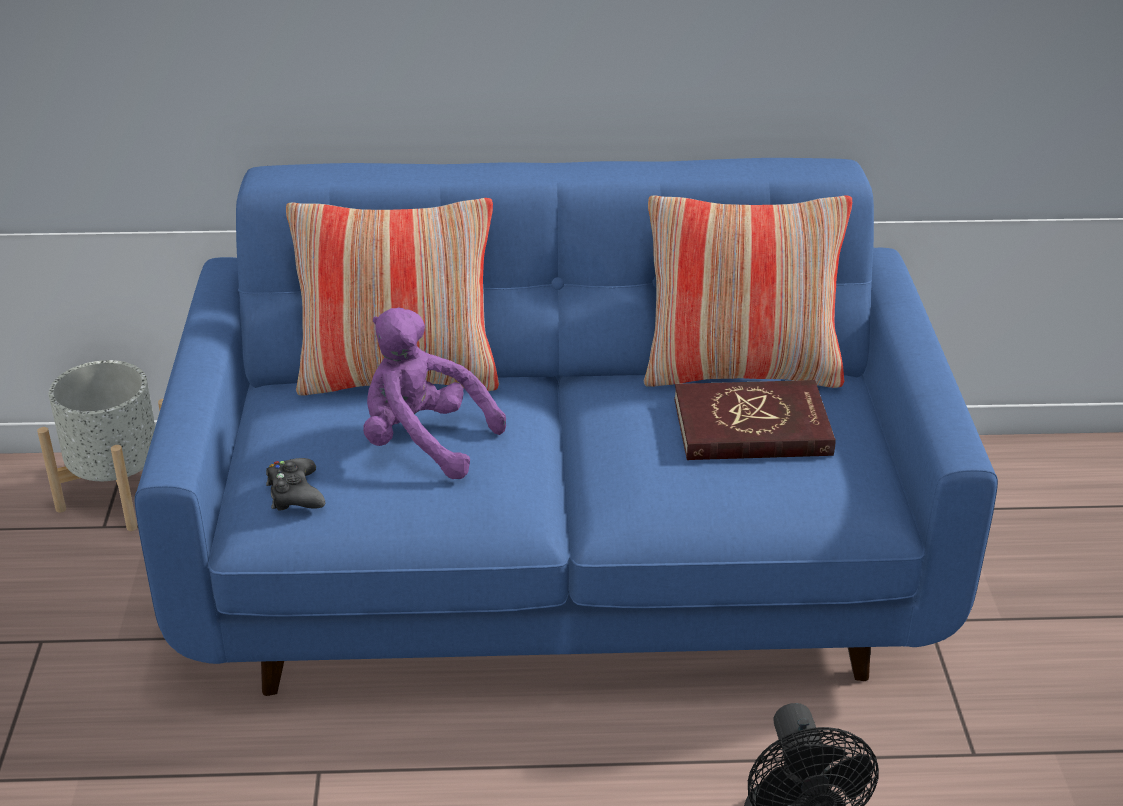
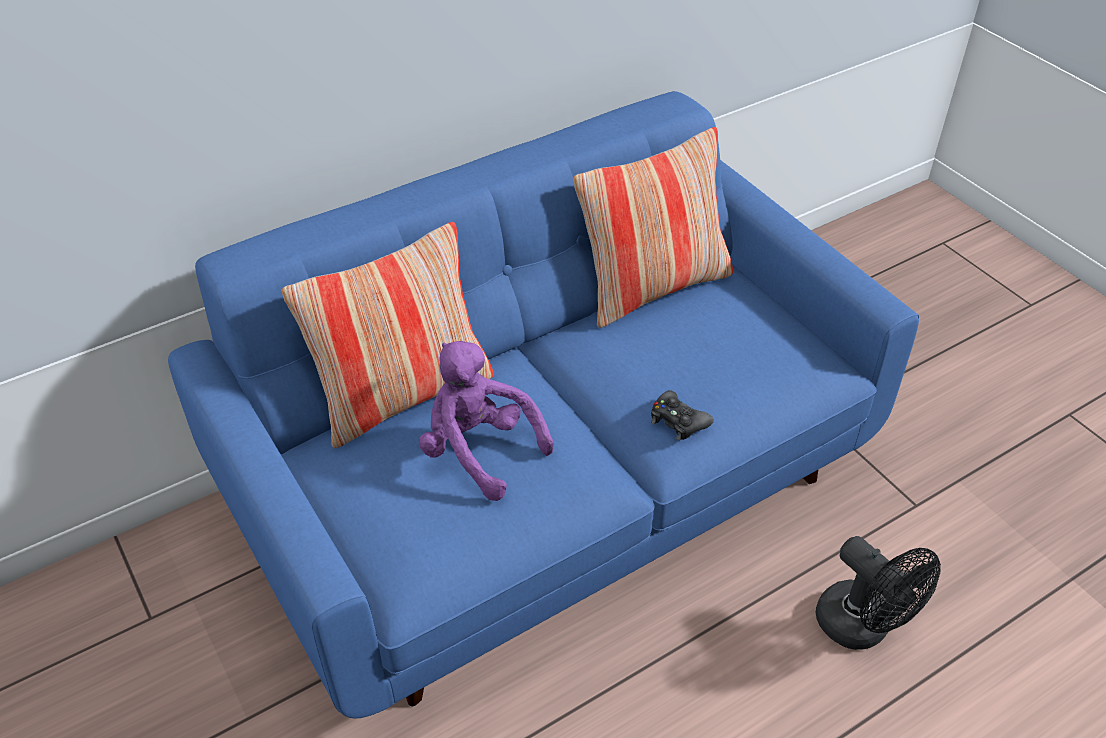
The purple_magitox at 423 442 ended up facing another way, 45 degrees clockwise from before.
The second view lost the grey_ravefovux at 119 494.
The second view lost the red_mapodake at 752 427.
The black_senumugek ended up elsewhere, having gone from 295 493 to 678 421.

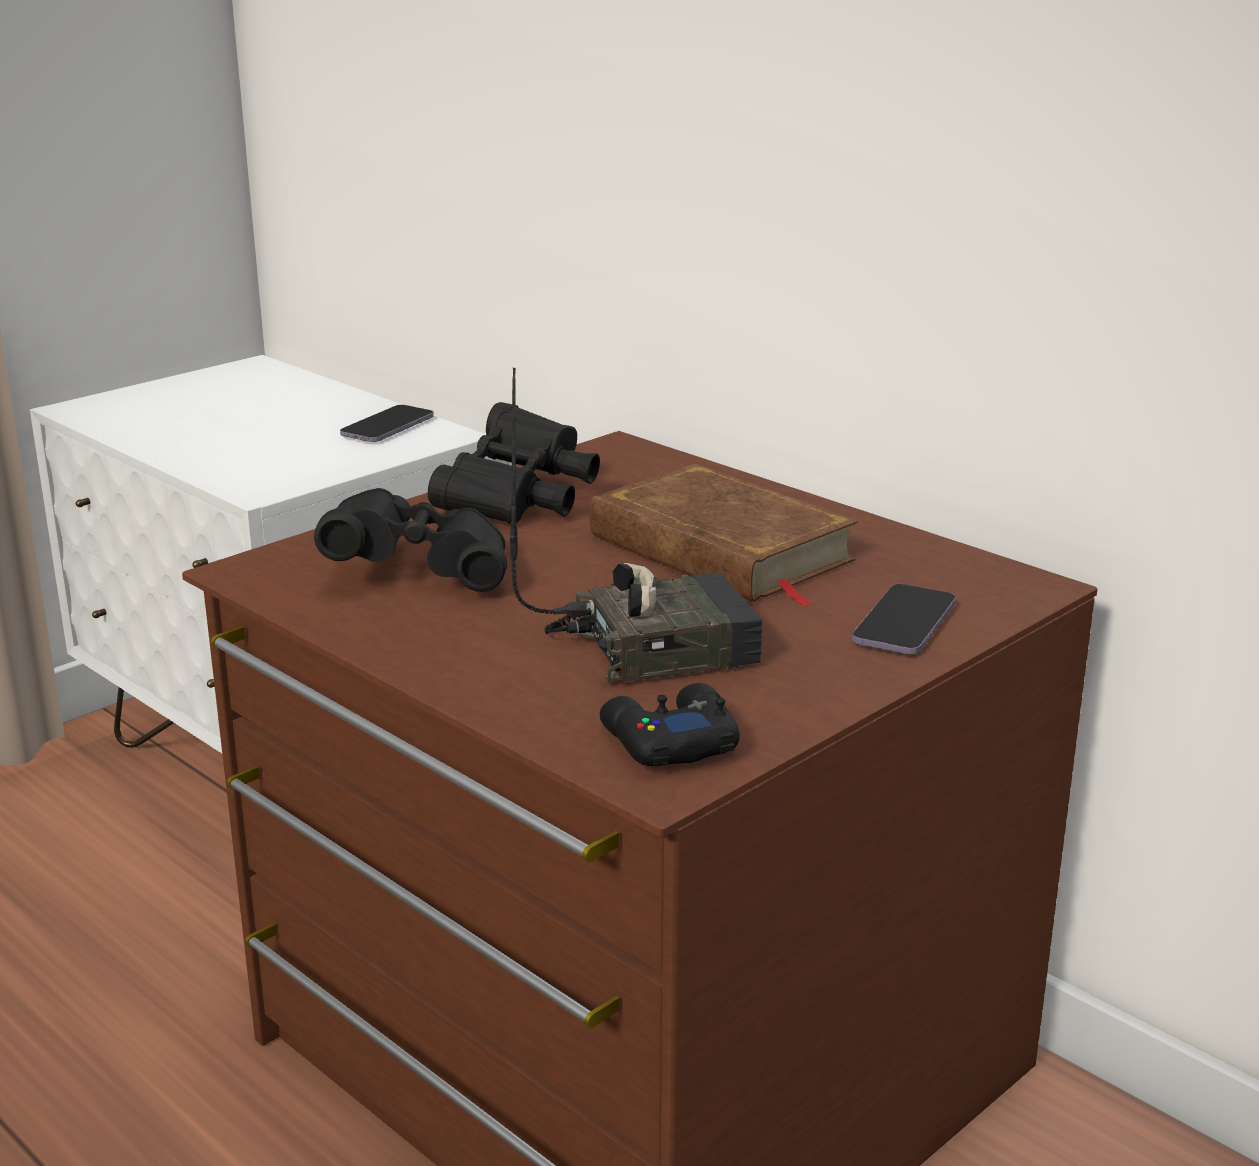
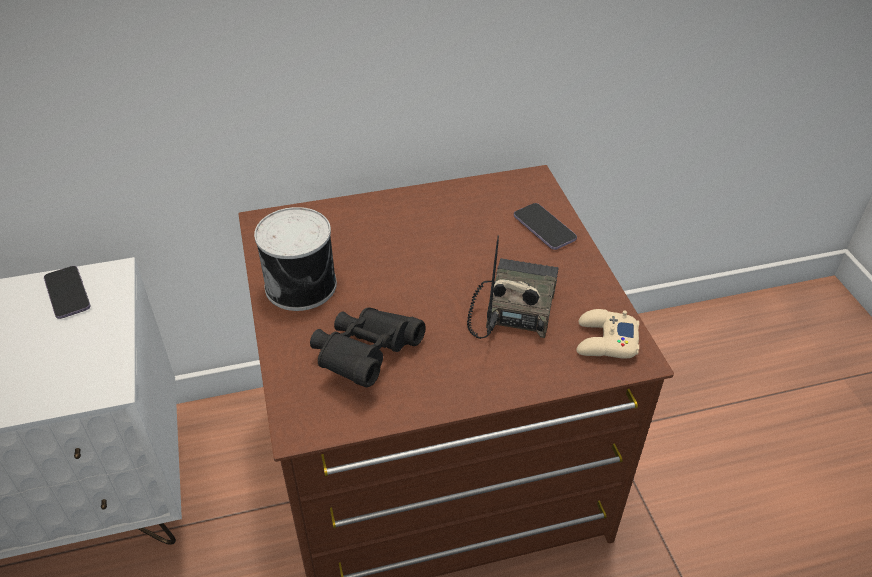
Where the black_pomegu stood at 519 500, the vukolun came to stand at 303 285.
The second view lost the brown_mapodake at 720 549.
What was the black_senumugek at 668 741 turned into the beige_senumugek at 605 341.

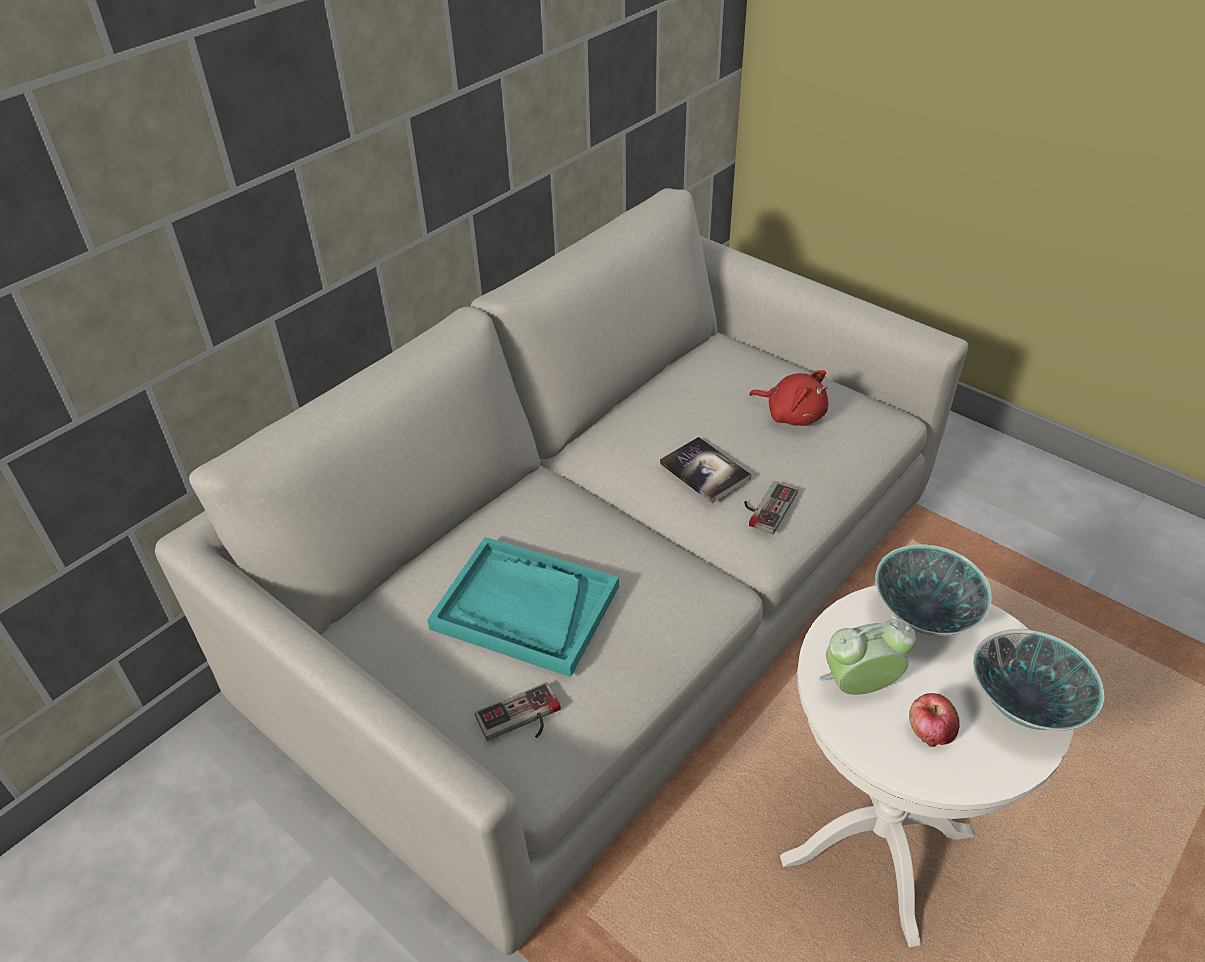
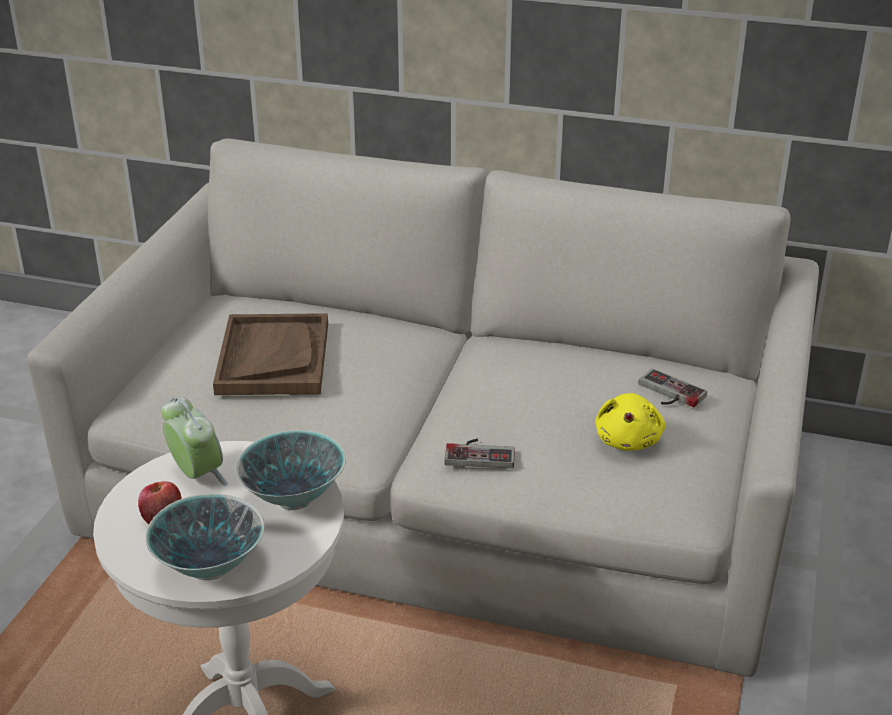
What was the red_magitox at 792 414 turned into the yellow_magitox at 628 440.
The second view lost the mapodake at 704 471.
What was the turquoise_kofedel at 525 608 turned into the brown_kofedel at 273 358.
The senumugek ended up elsewhere, having gone from 521 720 to 668 393.

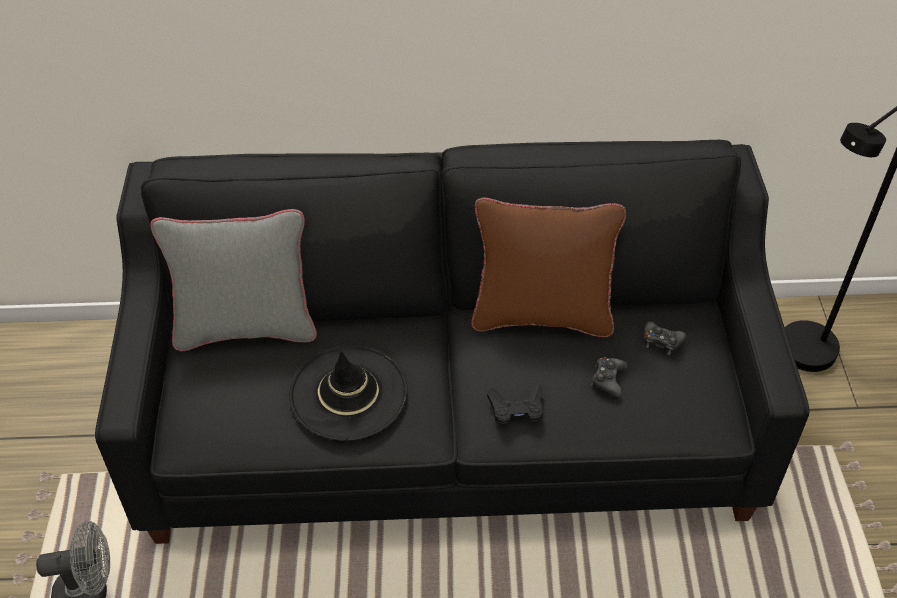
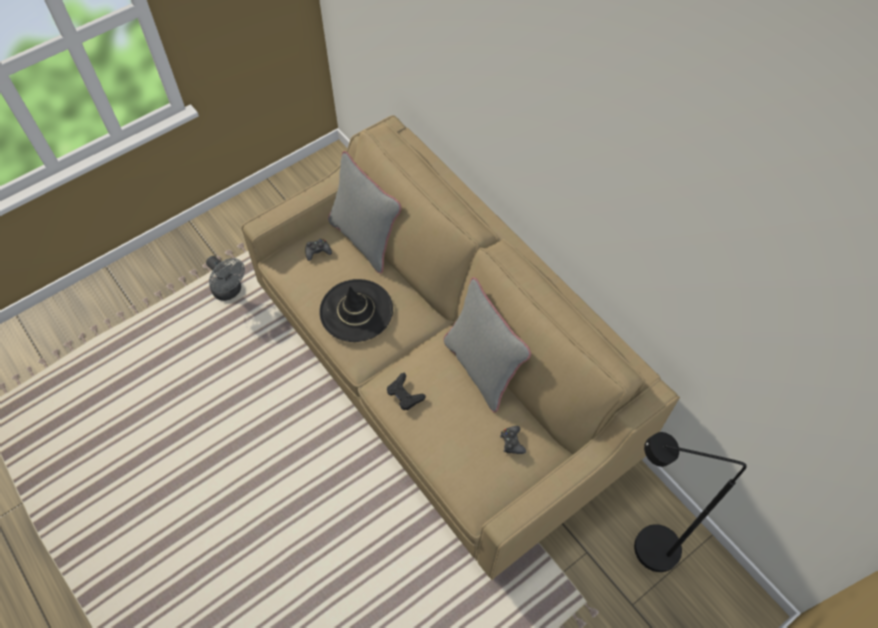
What was the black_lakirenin at 448 419 turned into the beige_lakirenin at 440 377.
What was the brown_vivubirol at 541 315 turned into the grey_vivubirol at 481 368.
The black_senumugek ended up elsewhere, having gone from 608 379 to 317 251.

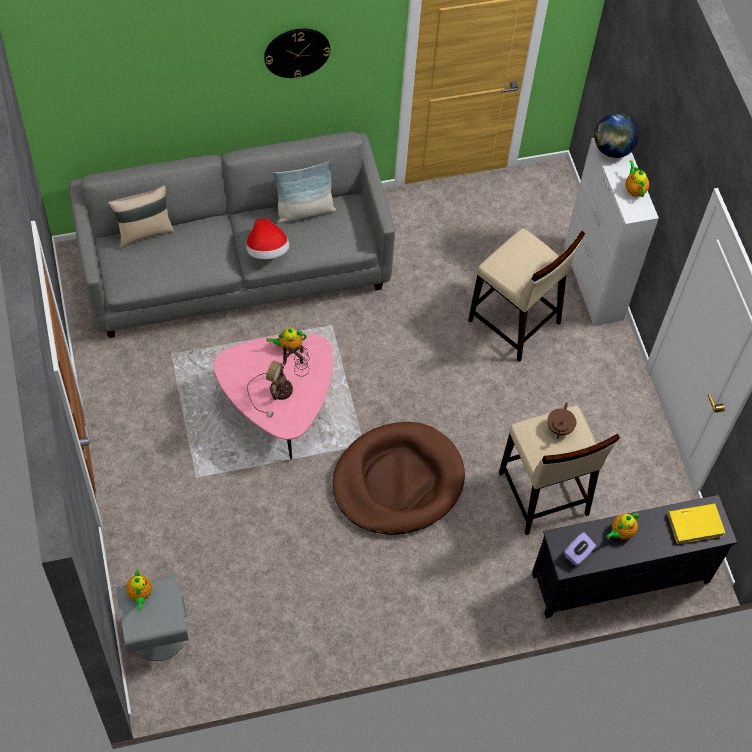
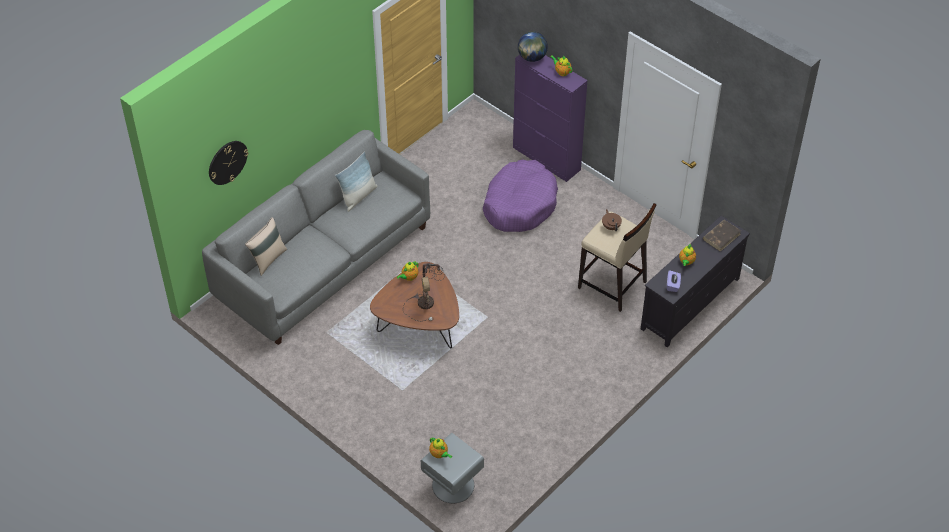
The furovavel ended up elsewhere, having gone from 297 52 to 227 162.
What was the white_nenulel at 593 283 turned into the purple_nenulel at 546 159.
The second view lost the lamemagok at 267 251.
Where the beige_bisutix stood at 514 323, the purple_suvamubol came to stand at 519 204.
What was the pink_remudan at 279 408 turned into the brown_remudan at 419 325.
The second view lost the brown_suvamubol at 398 481.
What was the yellow_mapodake at 695 524 turned into the brown_mapodake at 721 236.

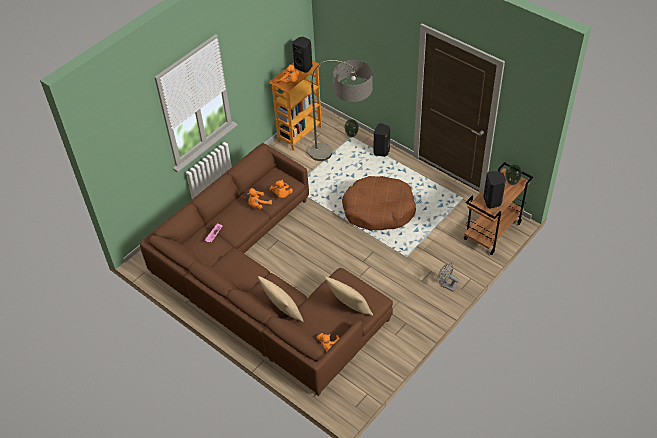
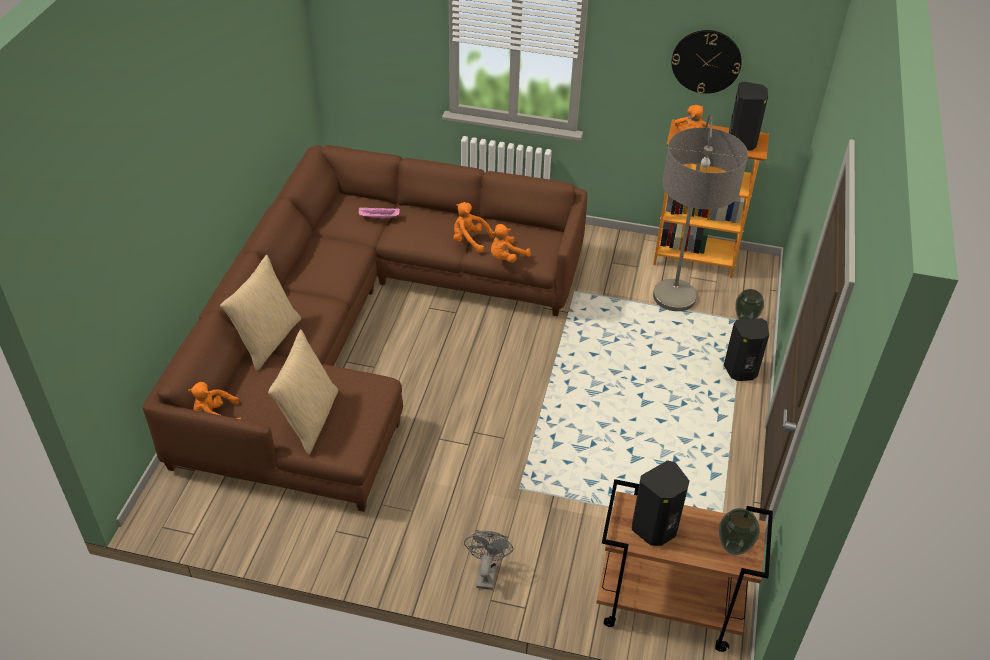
The second view lost the brown_suvamubol at 378 210.
The second view gained the furovavel at 706 61.

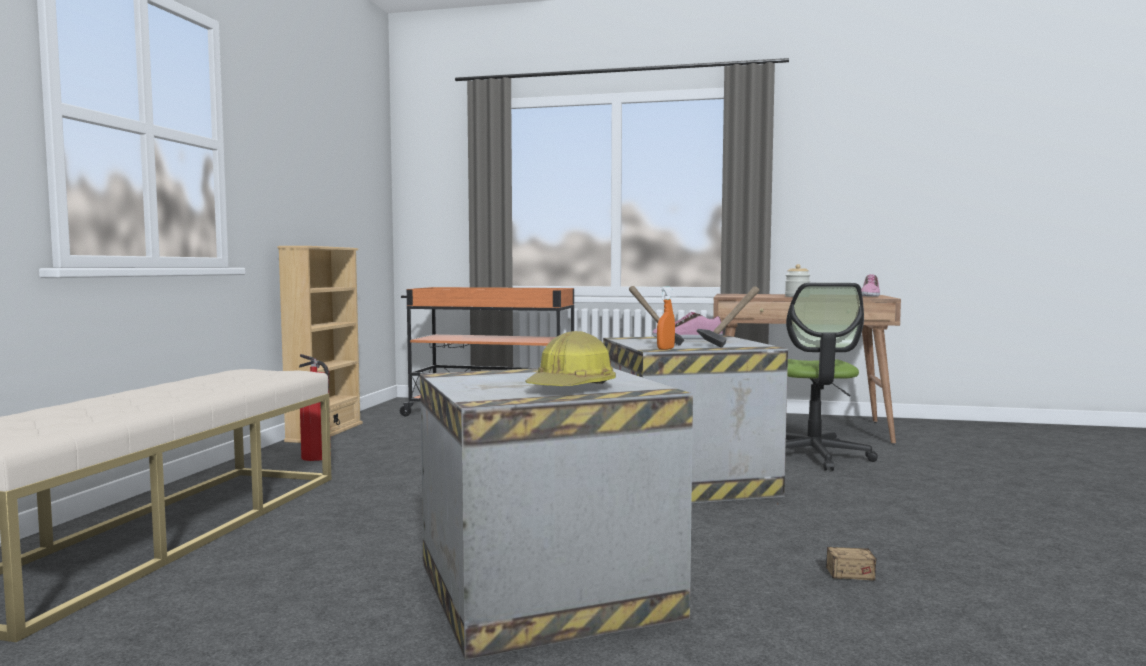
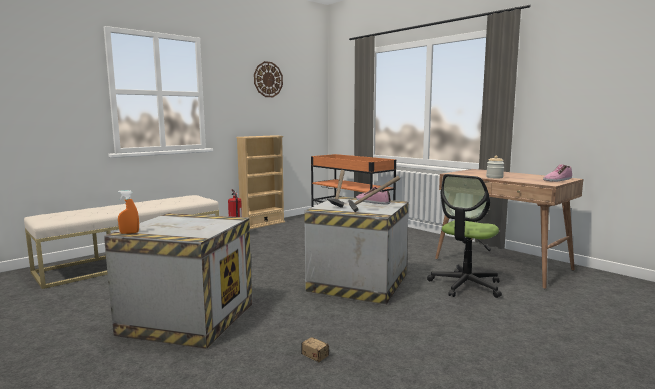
The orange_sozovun ended up elsewhere, having gone from 665 349 to 129 233.
The second view lost the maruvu at 571 388.
The second view gained the furovavel at 268 79.

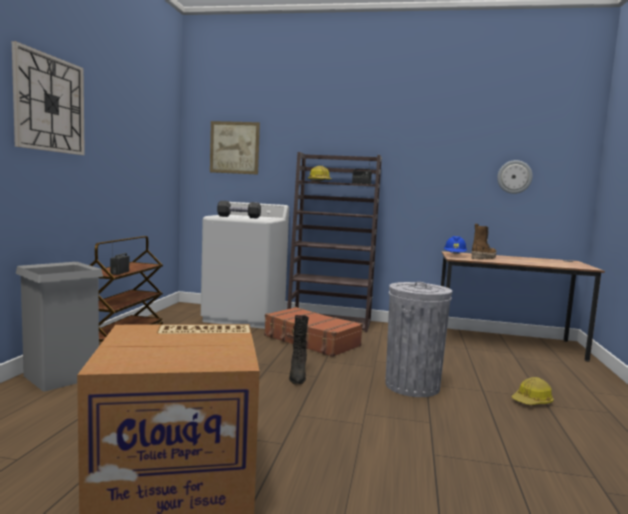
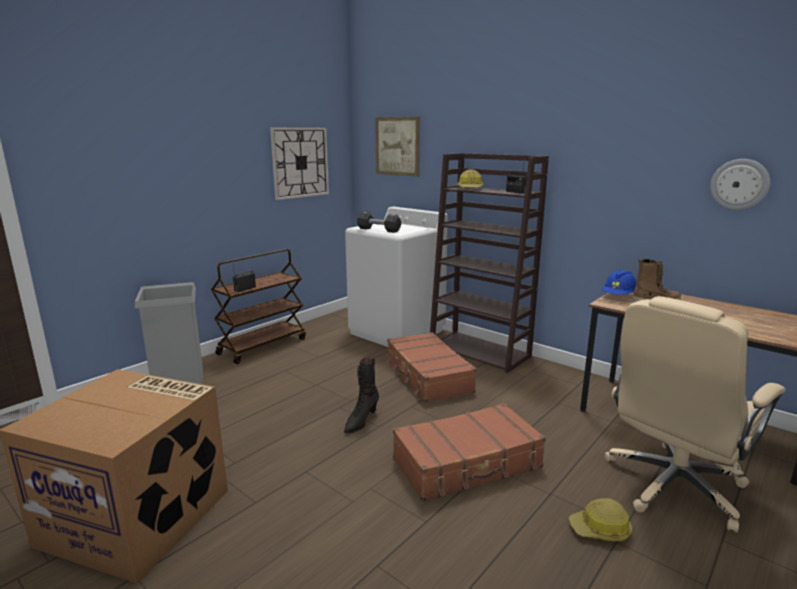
The furovavel ended up elsewhere, having gone from 50 104 to 300 162.
Where the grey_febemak stood at 412 385, the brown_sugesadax came to stand at 467 464.
The second view gained the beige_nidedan at 673 486.

